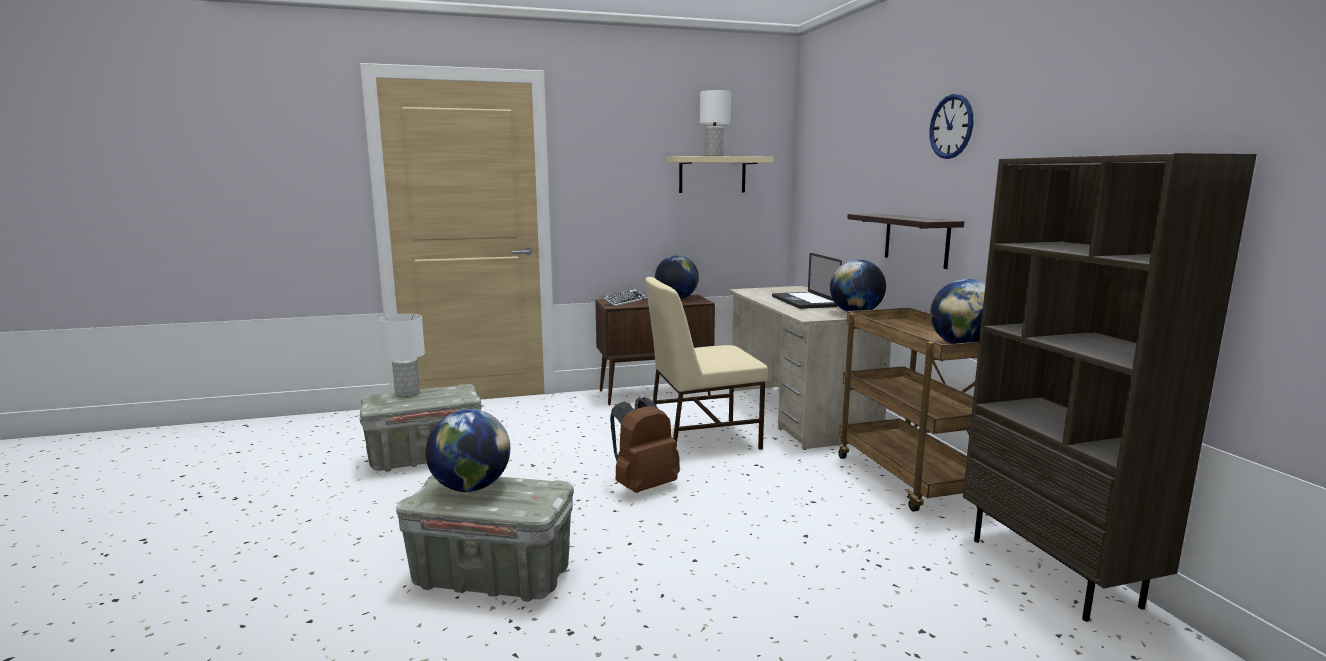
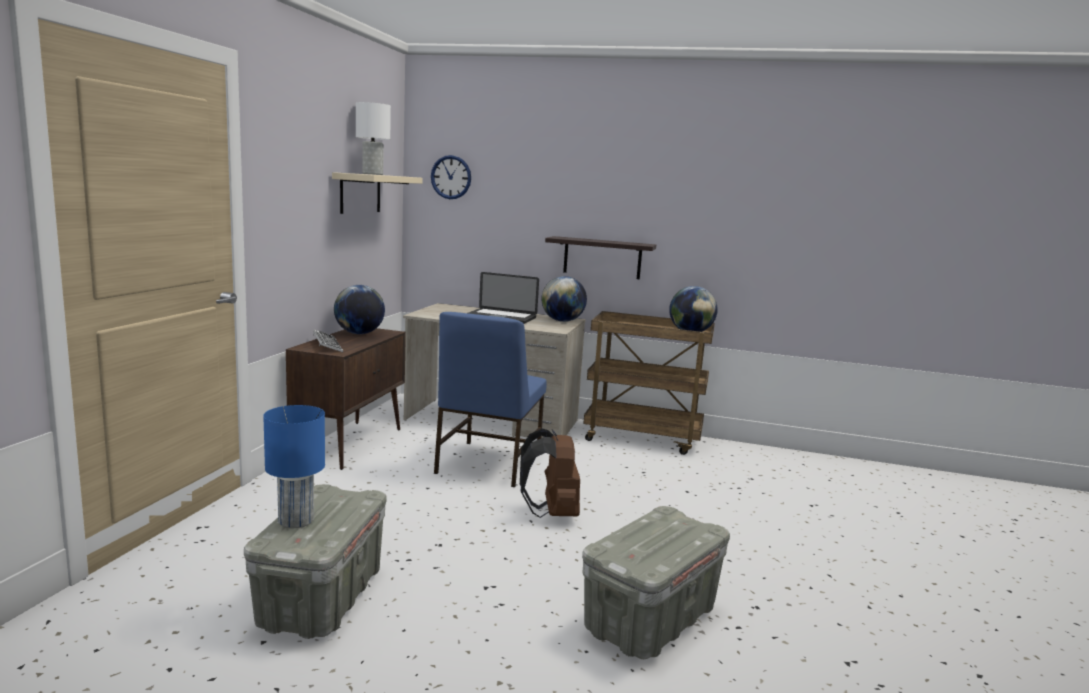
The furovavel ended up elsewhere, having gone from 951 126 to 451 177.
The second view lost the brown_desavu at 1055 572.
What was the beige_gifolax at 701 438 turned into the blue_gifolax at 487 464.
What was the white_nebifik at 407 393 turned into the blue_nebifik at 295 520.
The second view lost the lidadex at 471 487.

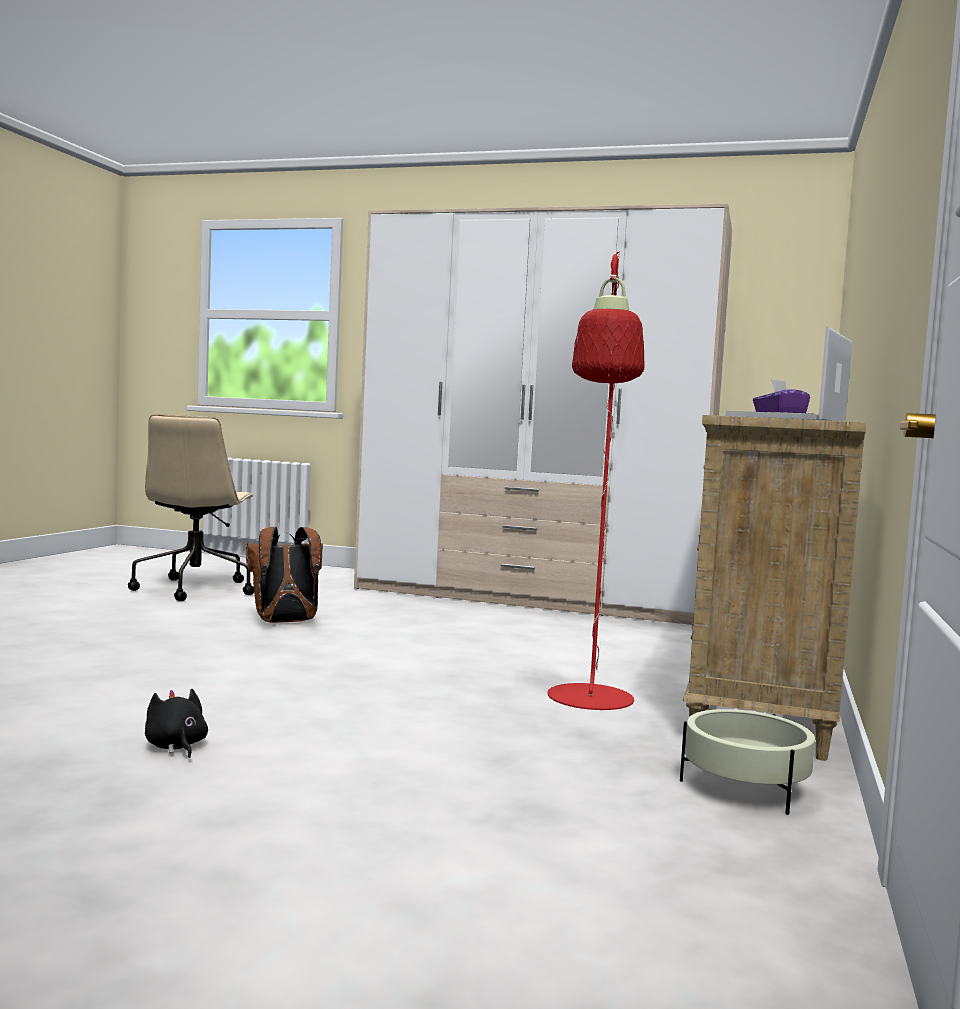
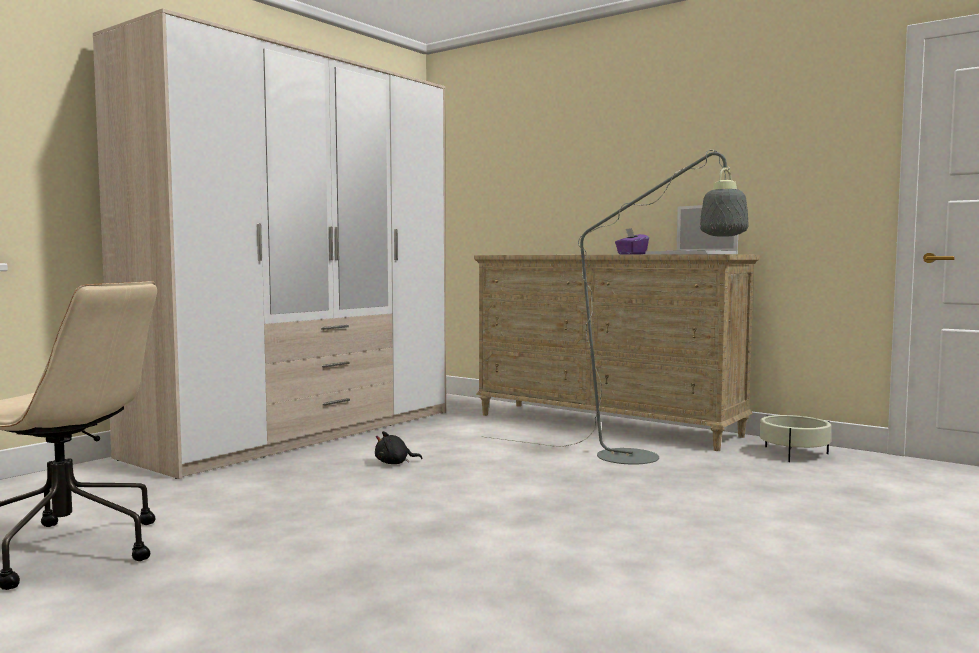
What was the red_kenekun at 590 703 turned into the grey_kenekun at 644 458.
The second view lost the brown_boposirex at 284 623.
The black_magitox ended up elsewhere, having gone from 175 747 to 394 463.

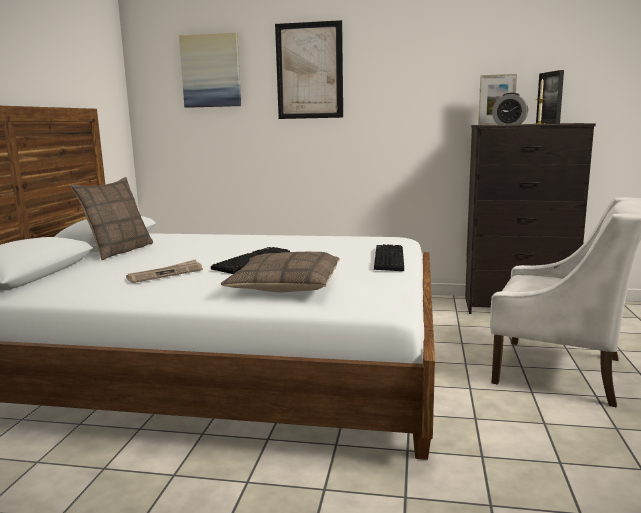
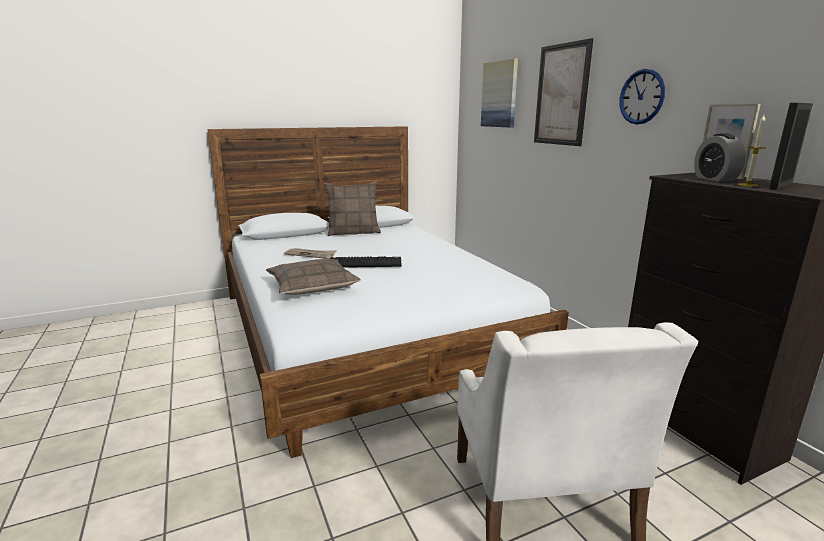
The second view lost the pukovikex at 387 259.
The second view gained the furovavel at 641 97.

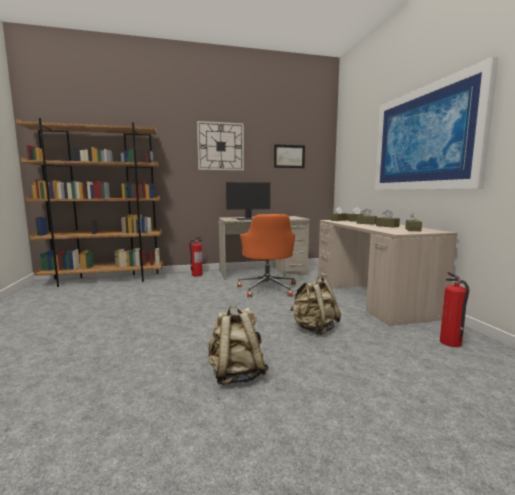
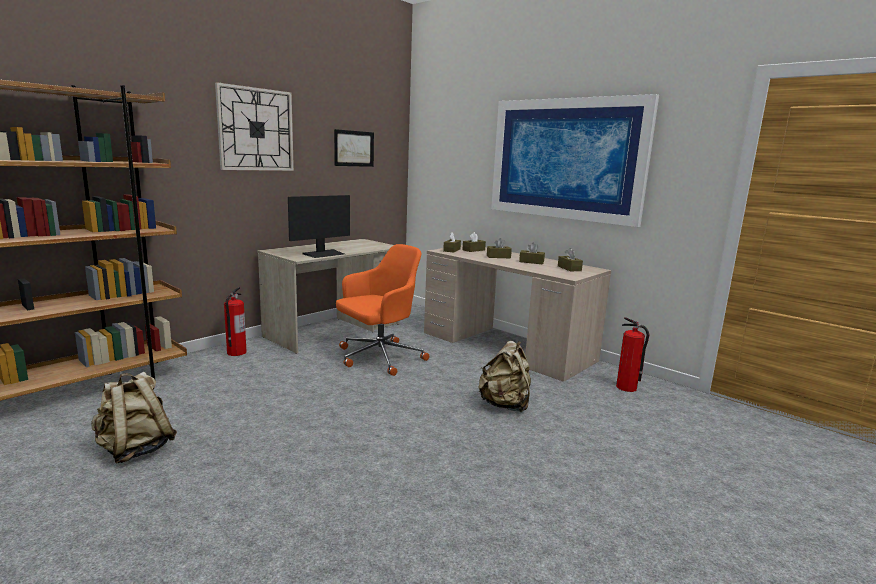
The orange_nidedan at 267 288 ended up facing another way, 90 degrees counterclockwise from before.
The beige_boposirex ended up elsewhere, having gone from 236 375 to 135 450.

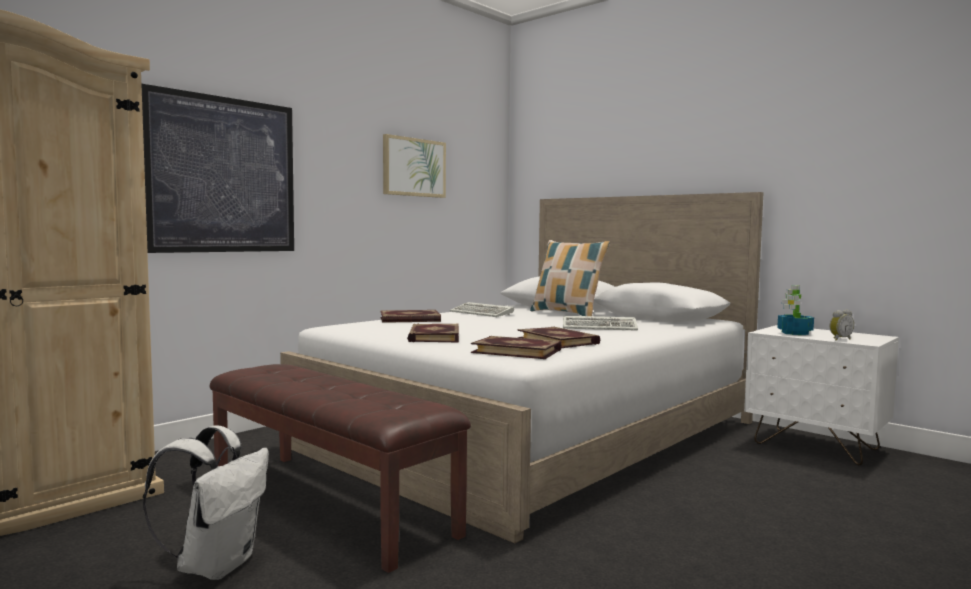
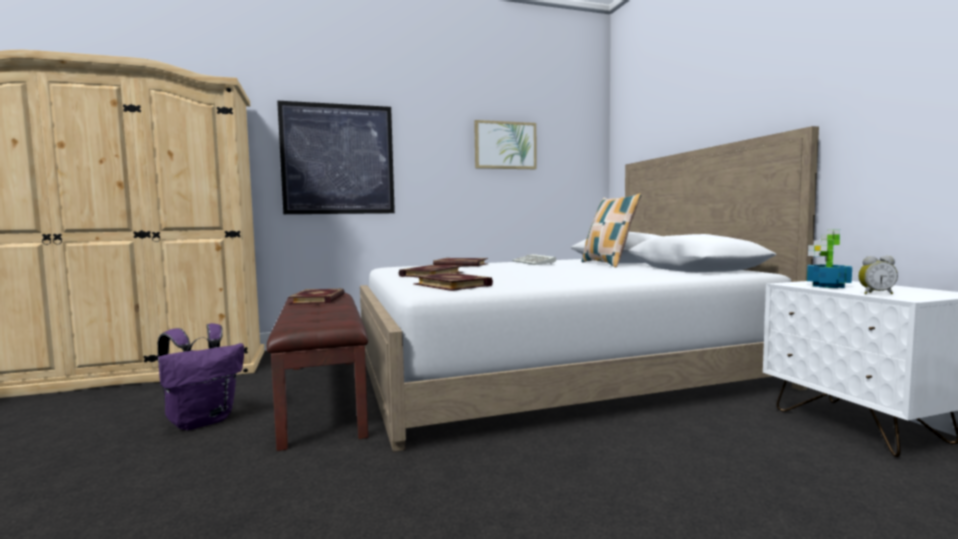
The second view lost the pukovikex at 601 327.
The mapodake ended up elsewhere, having gone from 558 341 to 319 299.
What was the white_boposirex at 216 565 turned into the purple_boposirex at 202 421.

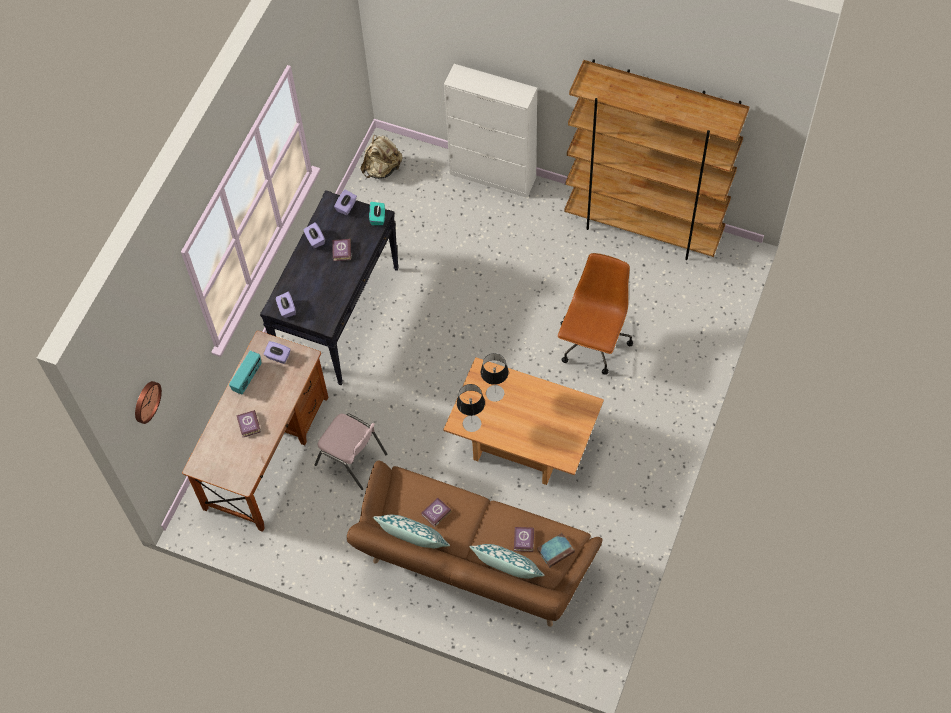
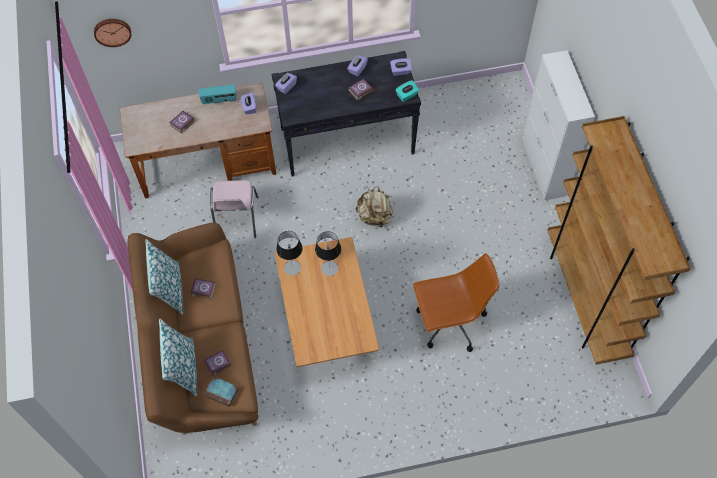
The beige_boposirex ended up elsewhere, having gone from 382 169 to 375 217.

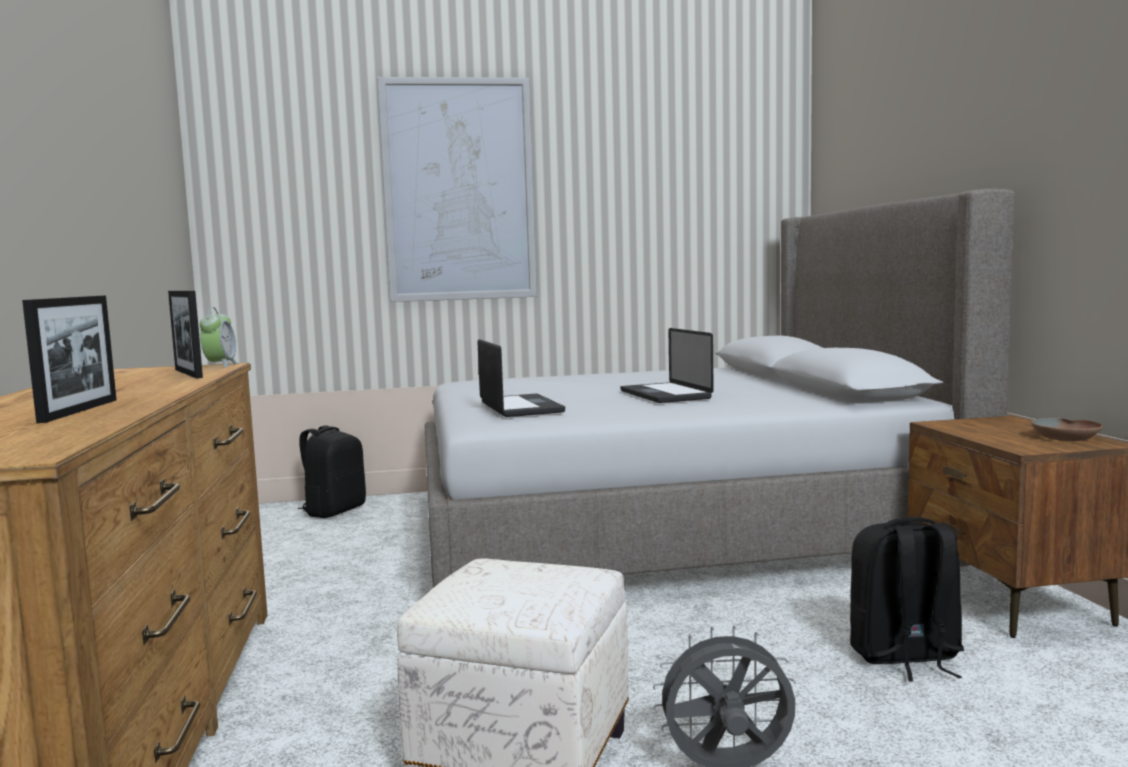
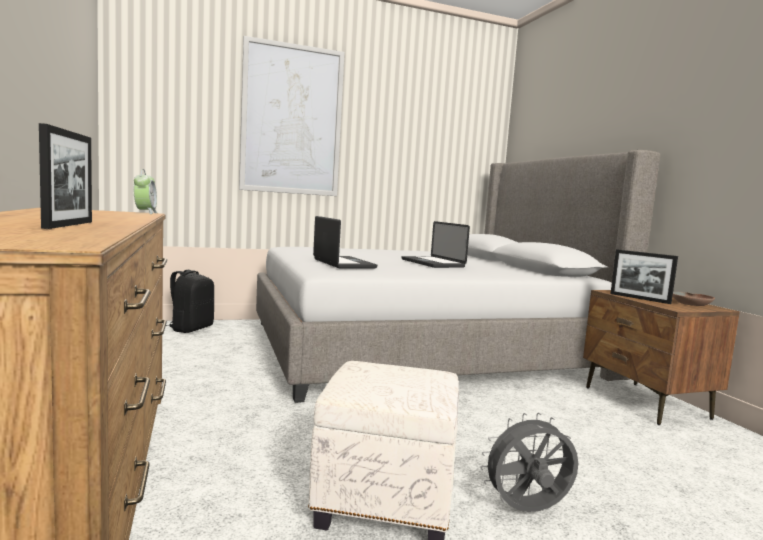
The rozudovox ended up elsewhere, having gone from 188 373 to 639 298.
The second view lost the black_boposirex at 905 657.

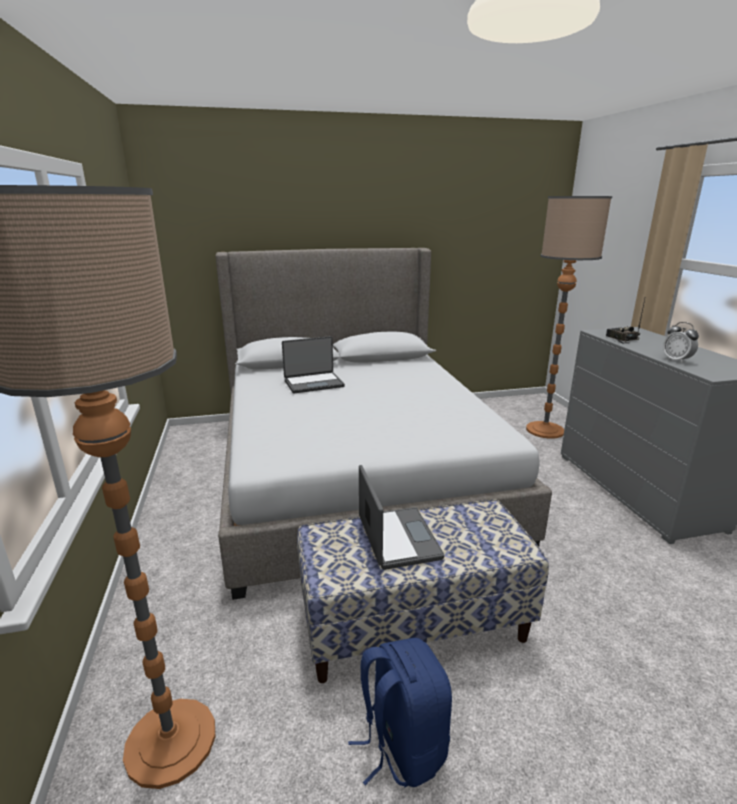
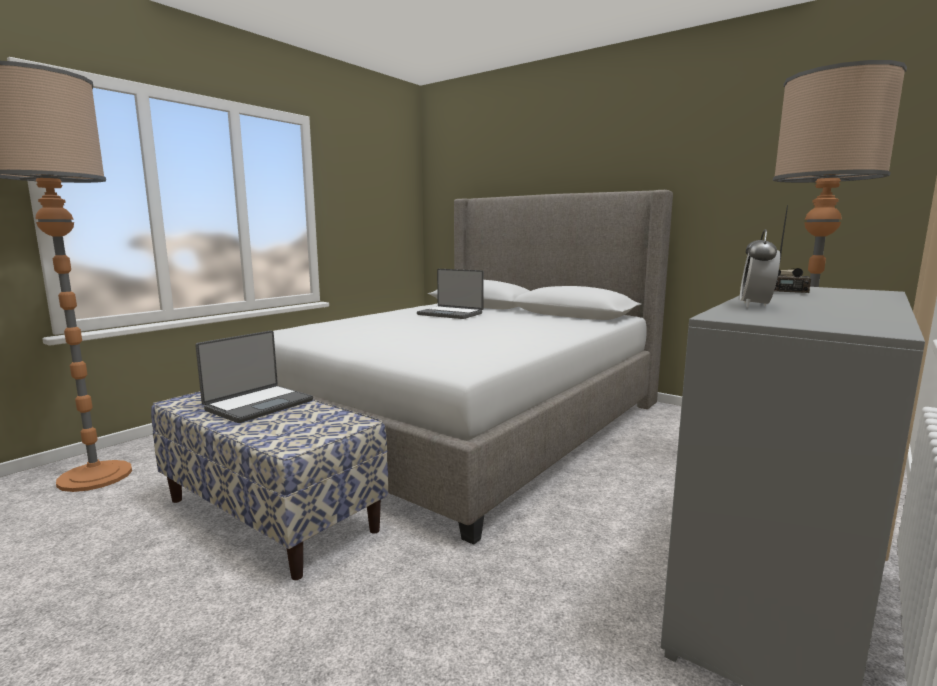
The second view lost the blue_boposirex at 401 745.

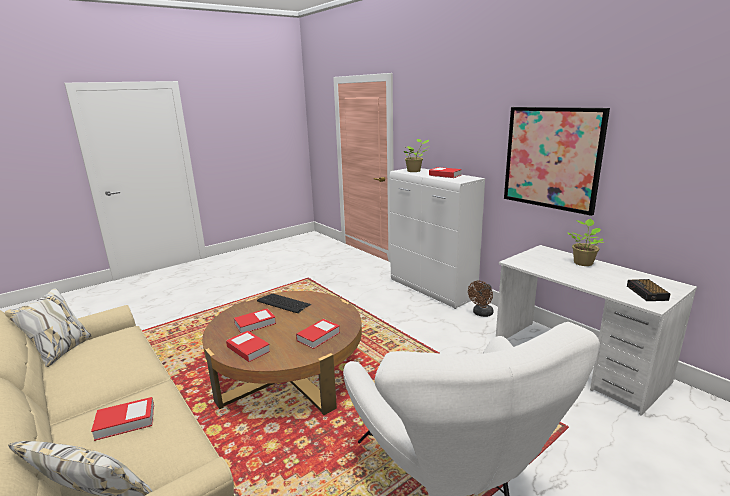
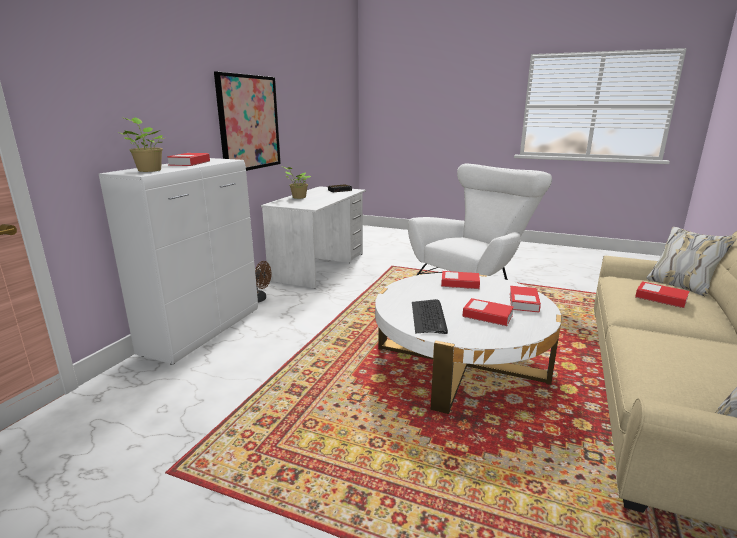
What was the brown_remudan at 289 374 turned into the white_remudan at 460 362.

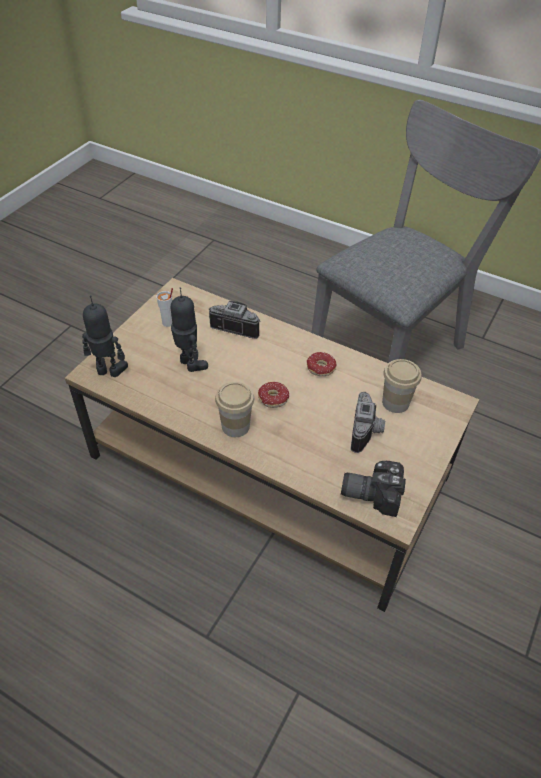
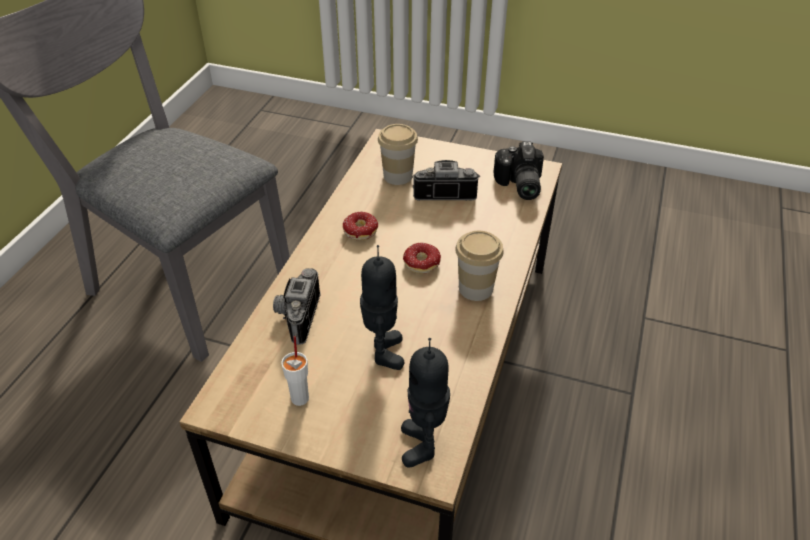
The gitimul at 189 364 ended up facing another way, 135 degrees clockwise from before.

